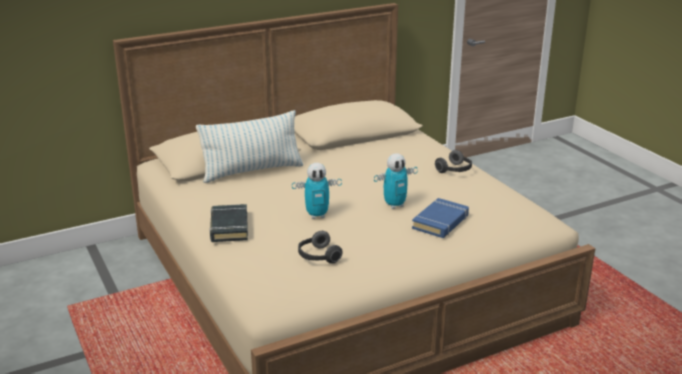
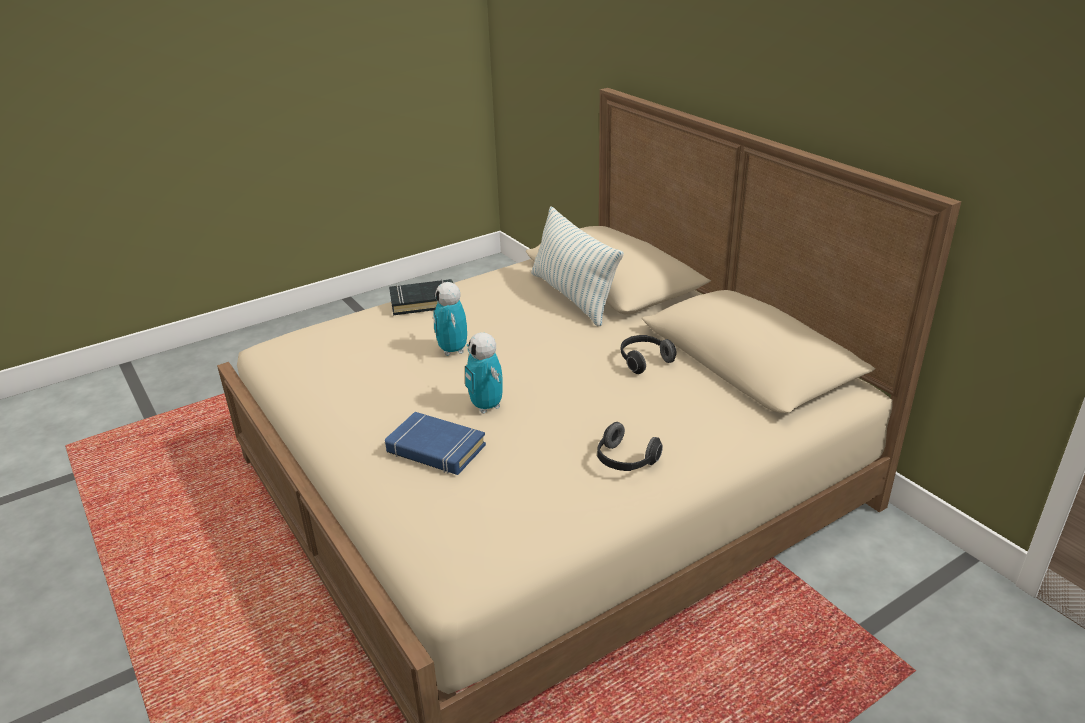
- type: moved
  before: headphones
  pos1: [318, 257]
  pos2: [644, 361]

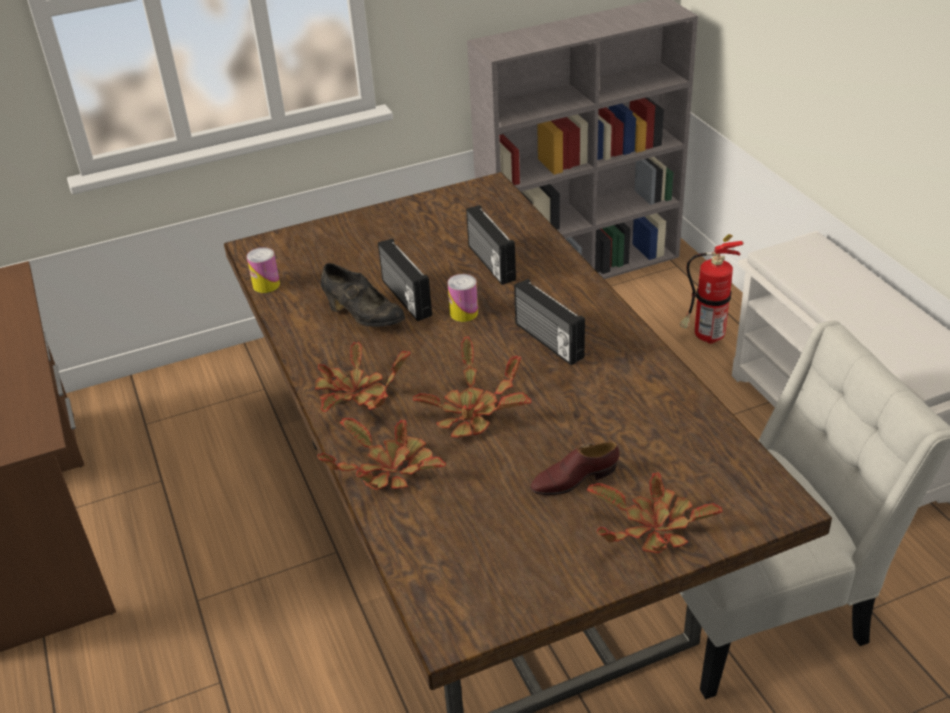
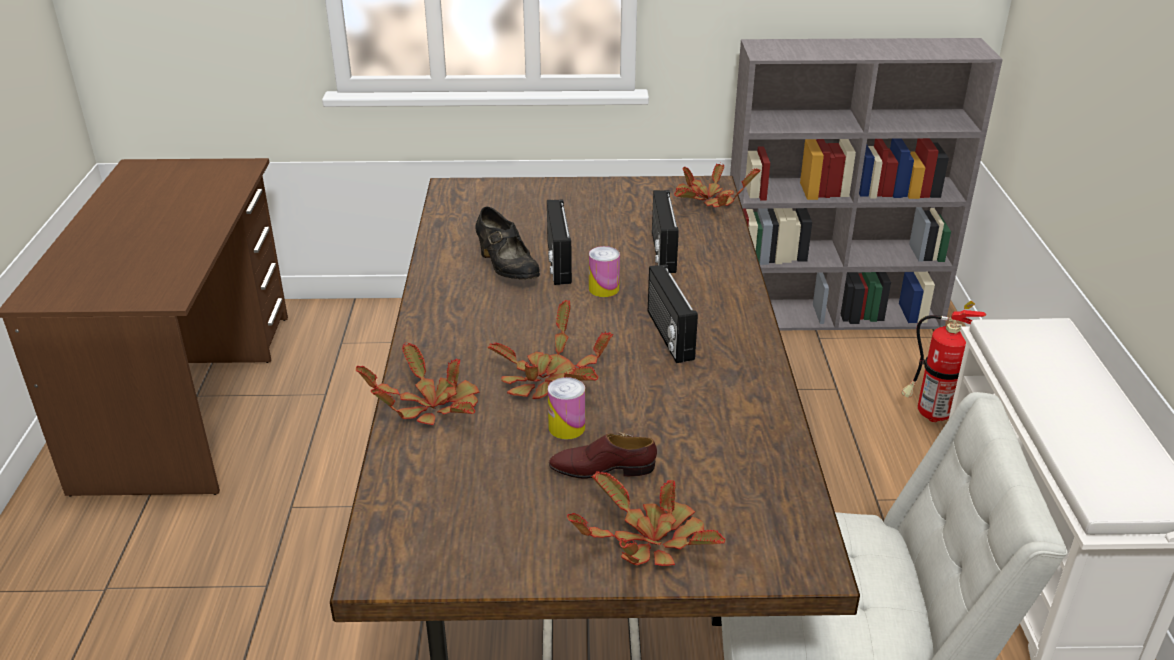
- type: moved
  before: sealed can
  pos1: [266, 285]
  pos2: [566, 427]
- type: moved
  before: plant in a pot
  pos1: [355, 395]
  pos2: [707, 201]

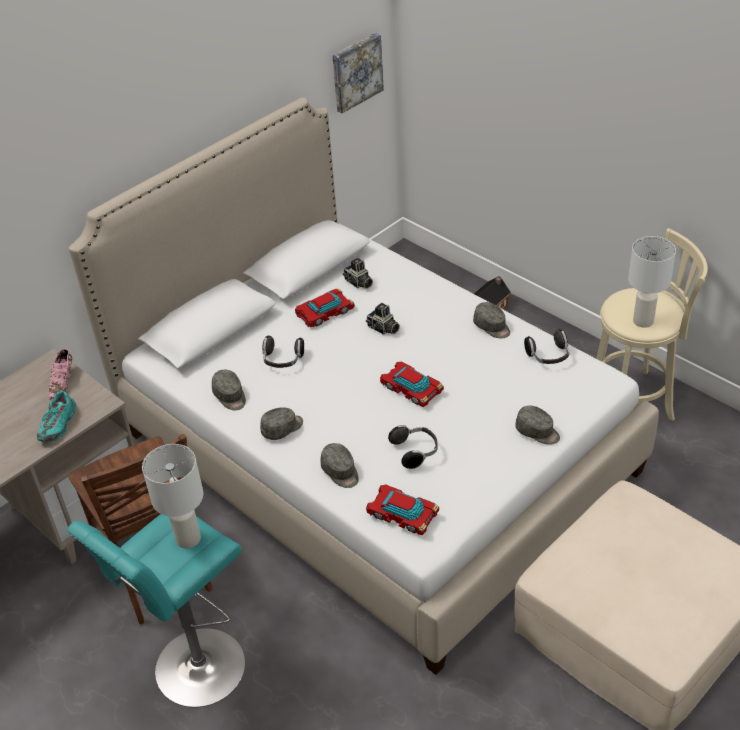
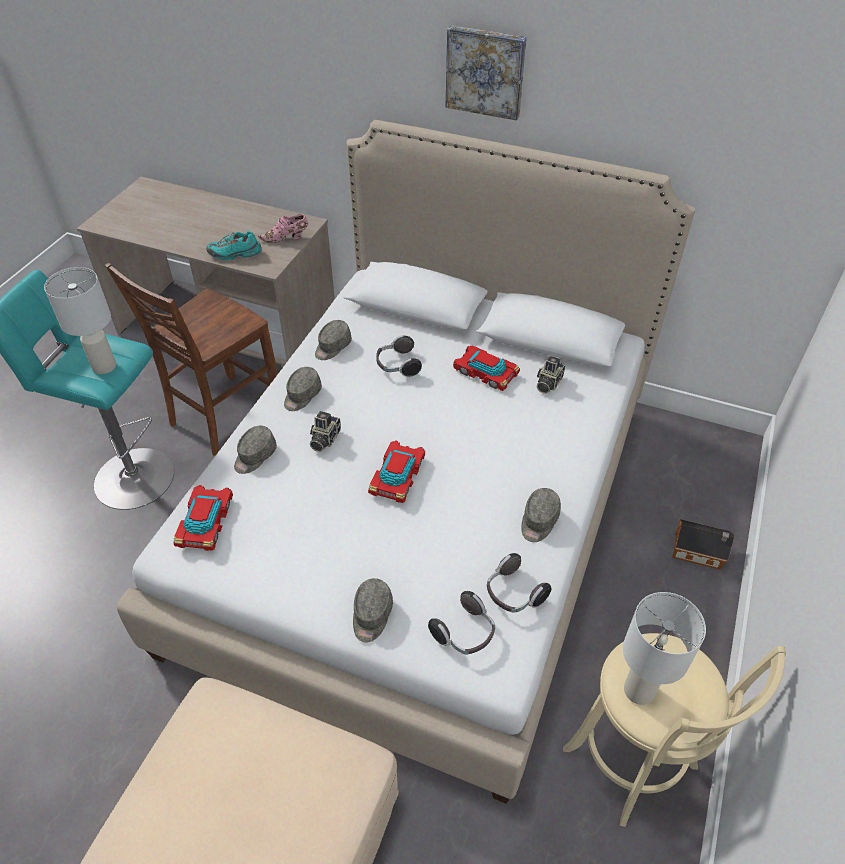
- type: turned
  before: gray peaked cap
  pos1: [282, 428]
  pos2: [302, 396]
  turn: 90
- type: moved
  before: wall art
  pos1: [356, 72]
  pos2: [485, 71]
- type: moved
  before: still camera
  pos1: [383, 329]
  pos2: [324, 439]
- type: moved
  before: headphones
  pos1: [415, 452]
  pos2: [465, 633]

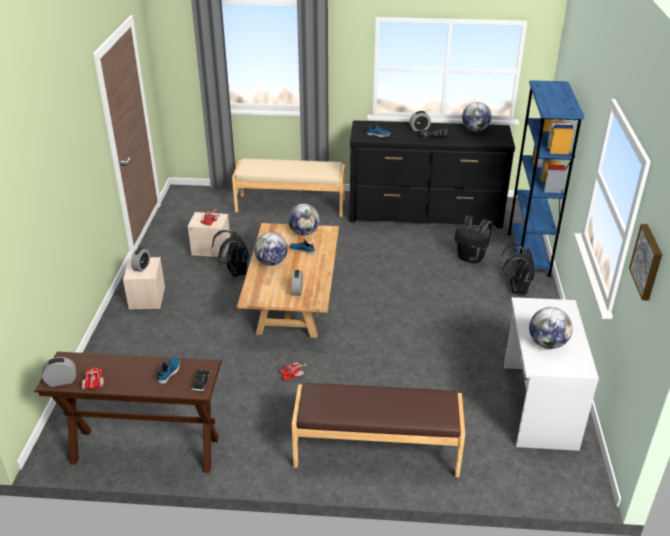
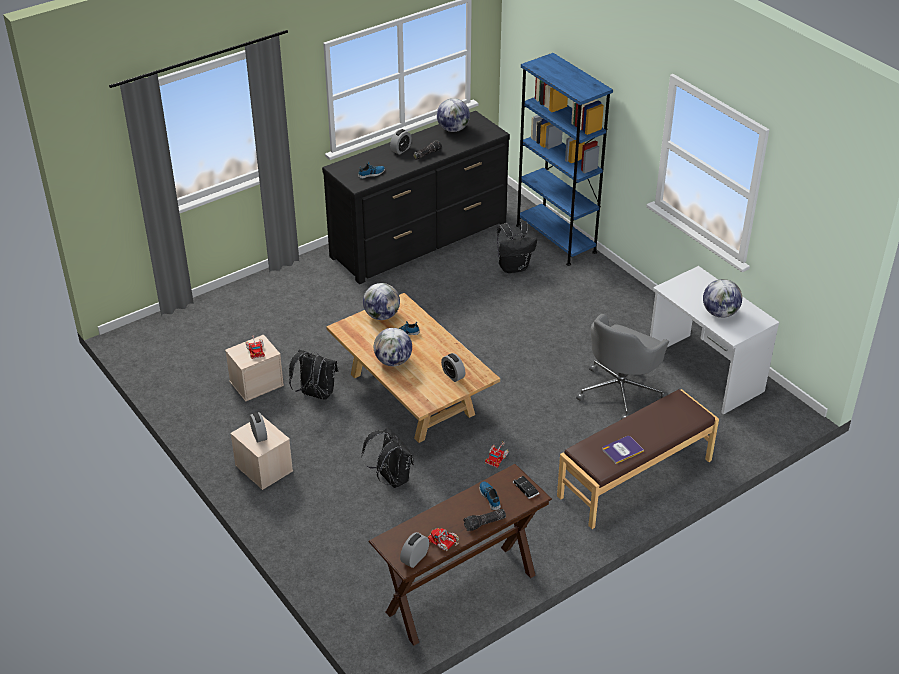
- type: removed
  before: beige indoor bench
  pos1: [290, 205]
- type: moved
  before: black-coloured backpack
  pos1: [516, 288]
  pos2: [391, 478]
- type: removed
  before: wall art
  pos1: [648, 262]
- type: added
  after: hand torch
  pos2: [484, 524]
- type: added
  after: gray computer chair
  pos2: [620, 391]
- type: added
  after: bound book
  pos2: [622, 450]

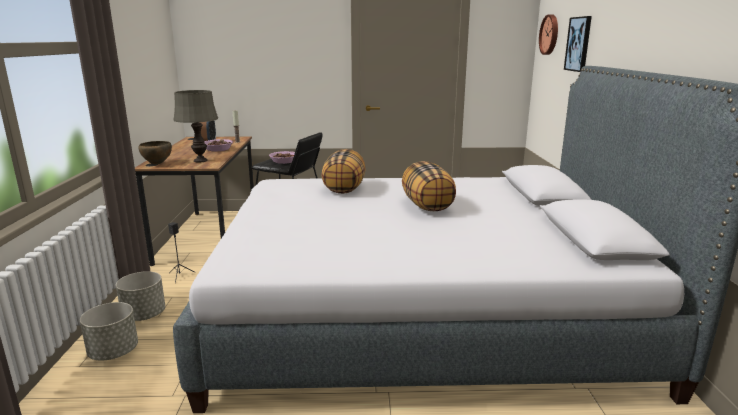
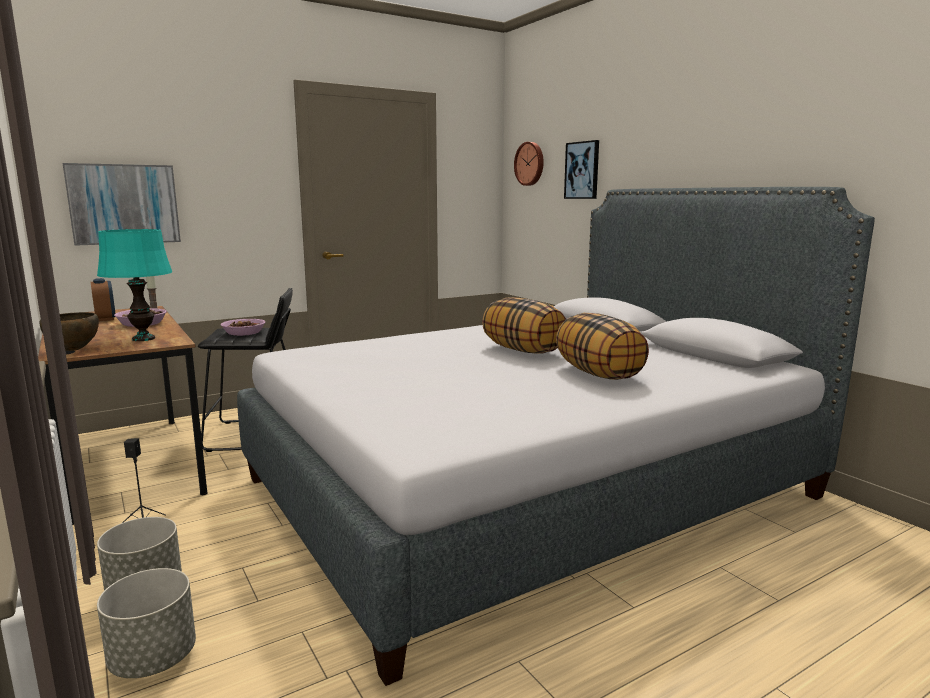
- type: recoloured
  before: gray lamp for a table
  after: turquoise lamp for a table
  pos1: [200, 160]
  pos2: [143, 338]
- type: moved
  before: pillow
  pos1: [344, 189]
  pos2: [599, 374]
- type: added
  after: wall art
  pos2: [124, 204]

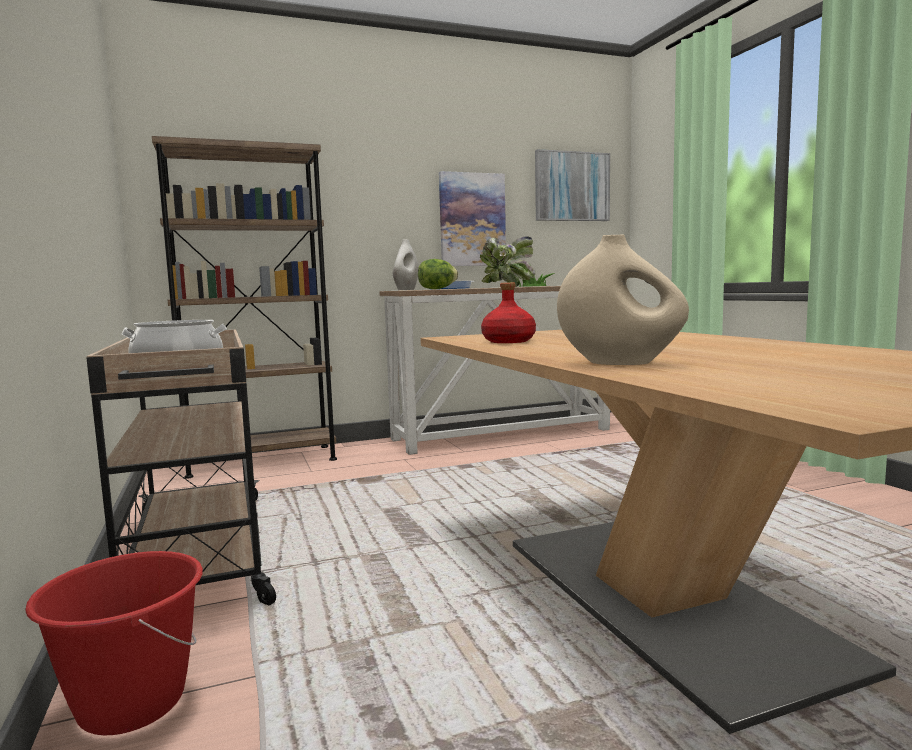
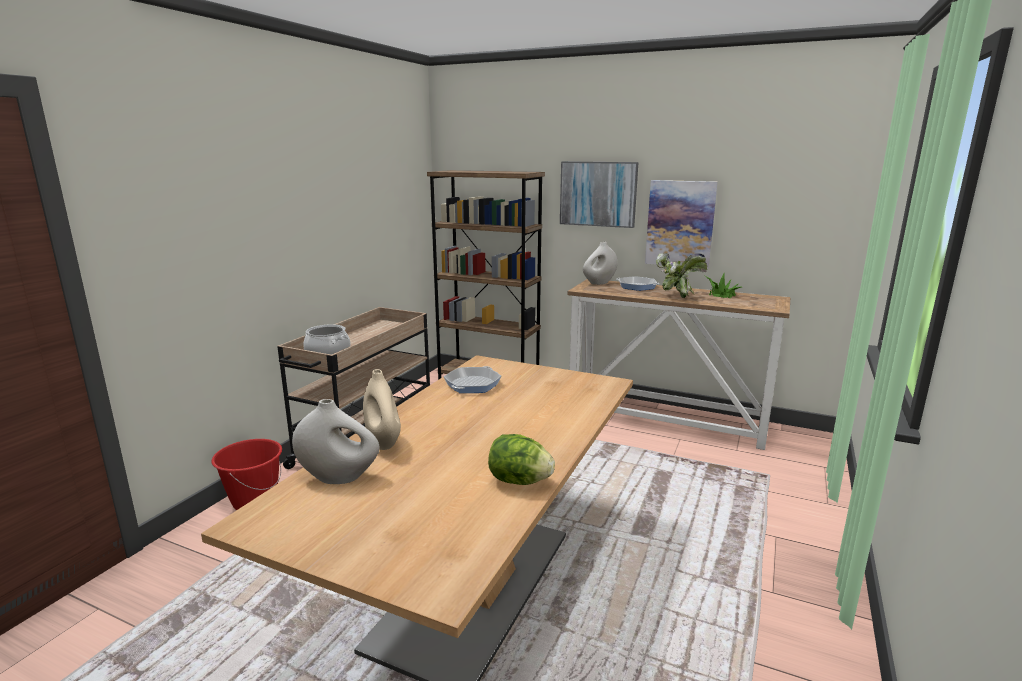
- type: moved
  before: lettuce
  pos1: [437, 289]
  pos2: [519, 481]
- type: replaced
  before: reddish bottle
  after: skillet
  pos1: [509, 341]
  pos2: [472, 384]
- type: moved
  before: wall art
  pos1: [571, 186]
  pos2: [598, 194]
- type: added
  after: whitish decorative vase
  pos2: [339, 477]

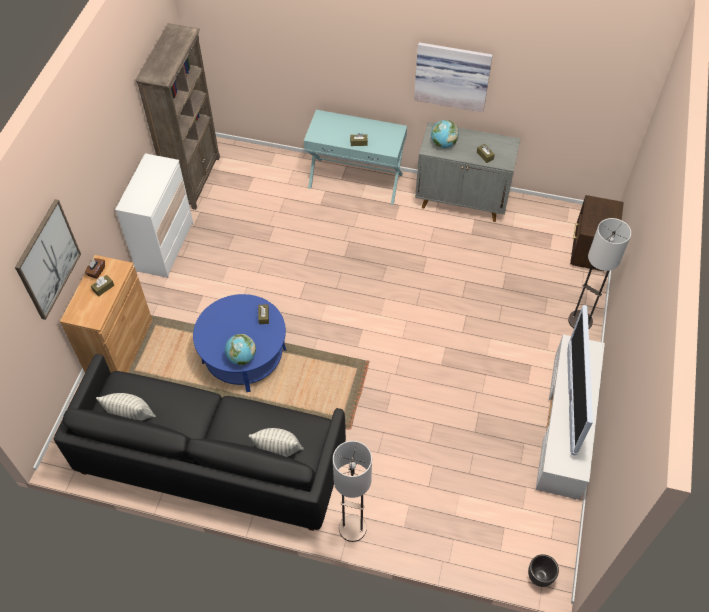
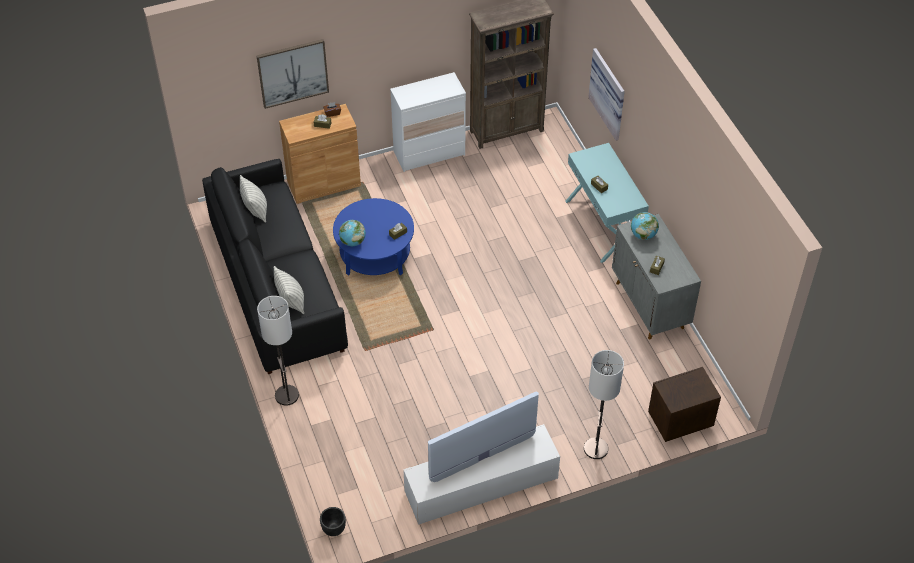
- type: moved
  before: wall art
  pos1: [452, 75]
  pos2: [609, 93]

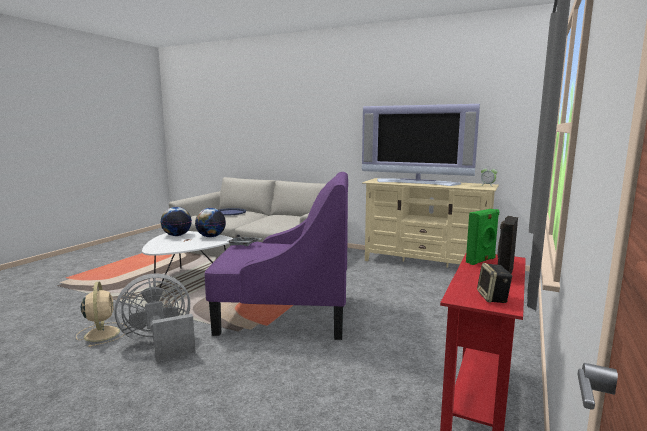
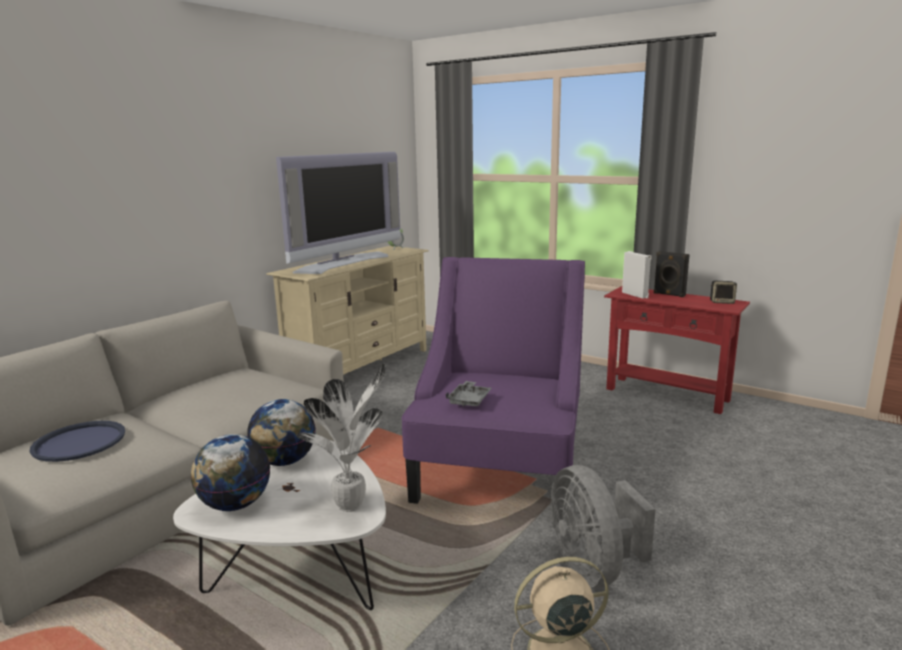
- type: recoloured
  before: green-coloured speaker
  after: whitish speaker
  pos1: [481, 261]
  pos2: [635, 295]
- type: added
  after: plant in a pot
  pos2: [352, 505]

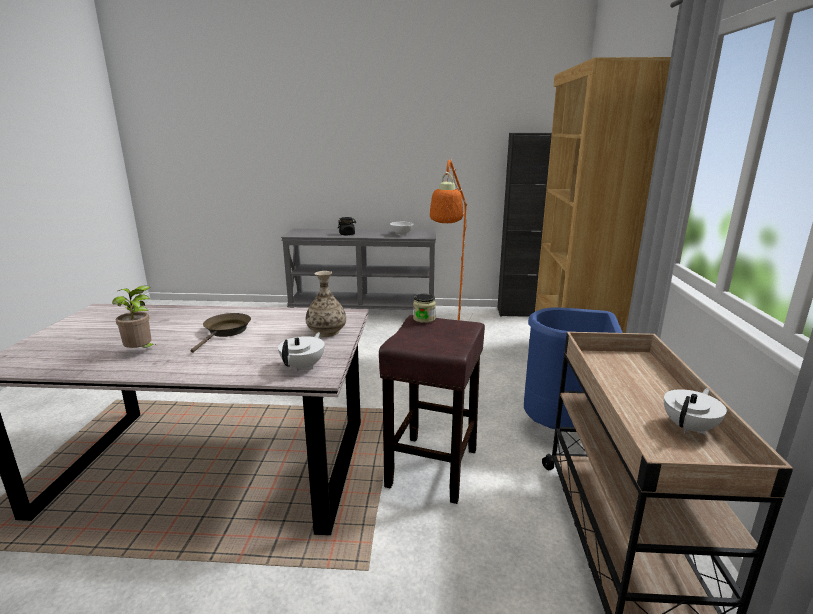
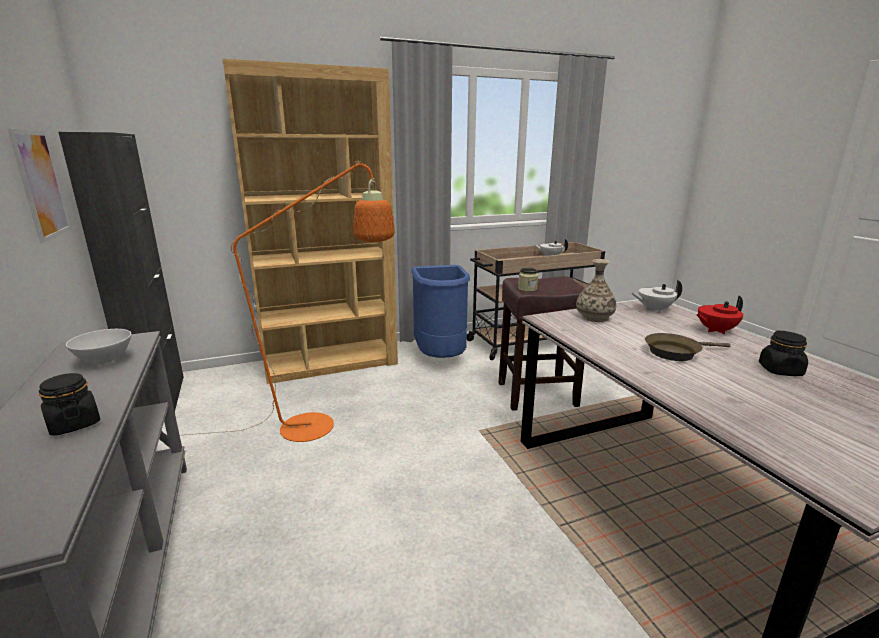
- type: replaced
  before: plant in a pot
  after: black-coloured storage jar
  pos1: [141, 352]
  pos2: [780, 370]
- type: added
  after: wall art
  pos2: [41, 184]
- type: added
  after: reddish tea pot
  pos2: [715, 330]

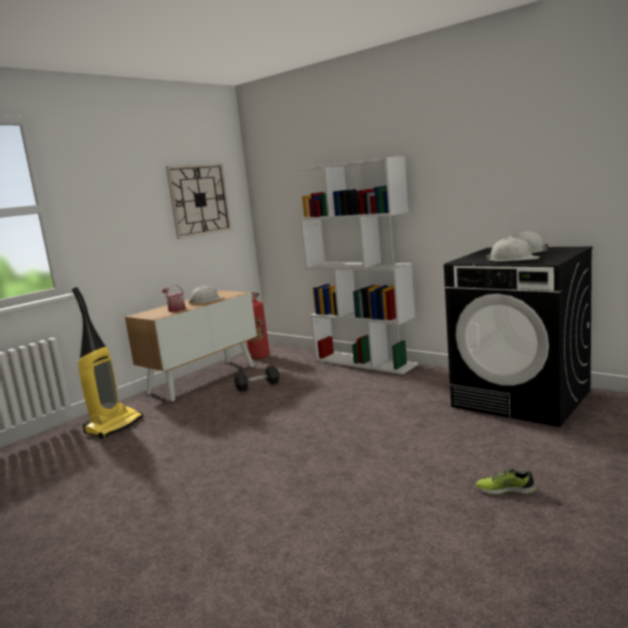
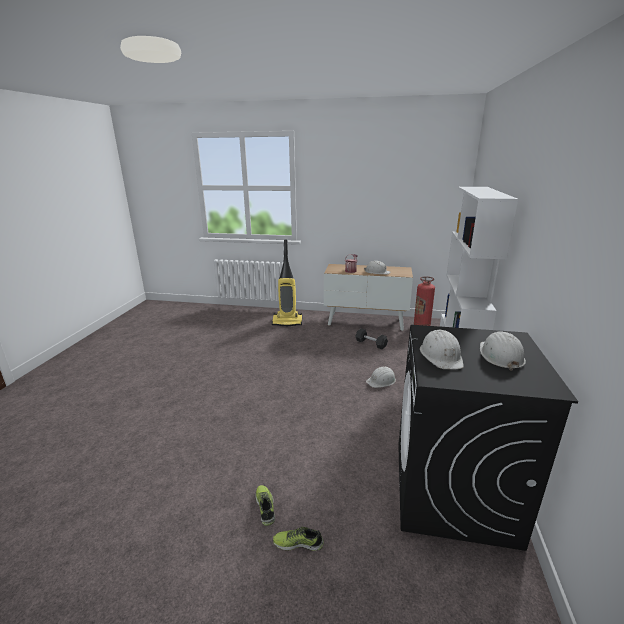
- type: removed
  before: wall clock
  pos1: [199, 200]
- type: added
  after: shoe
  pos2: [298, 542]
- type: added
  after: whitish work helmet
  pos2: [381, 381]

